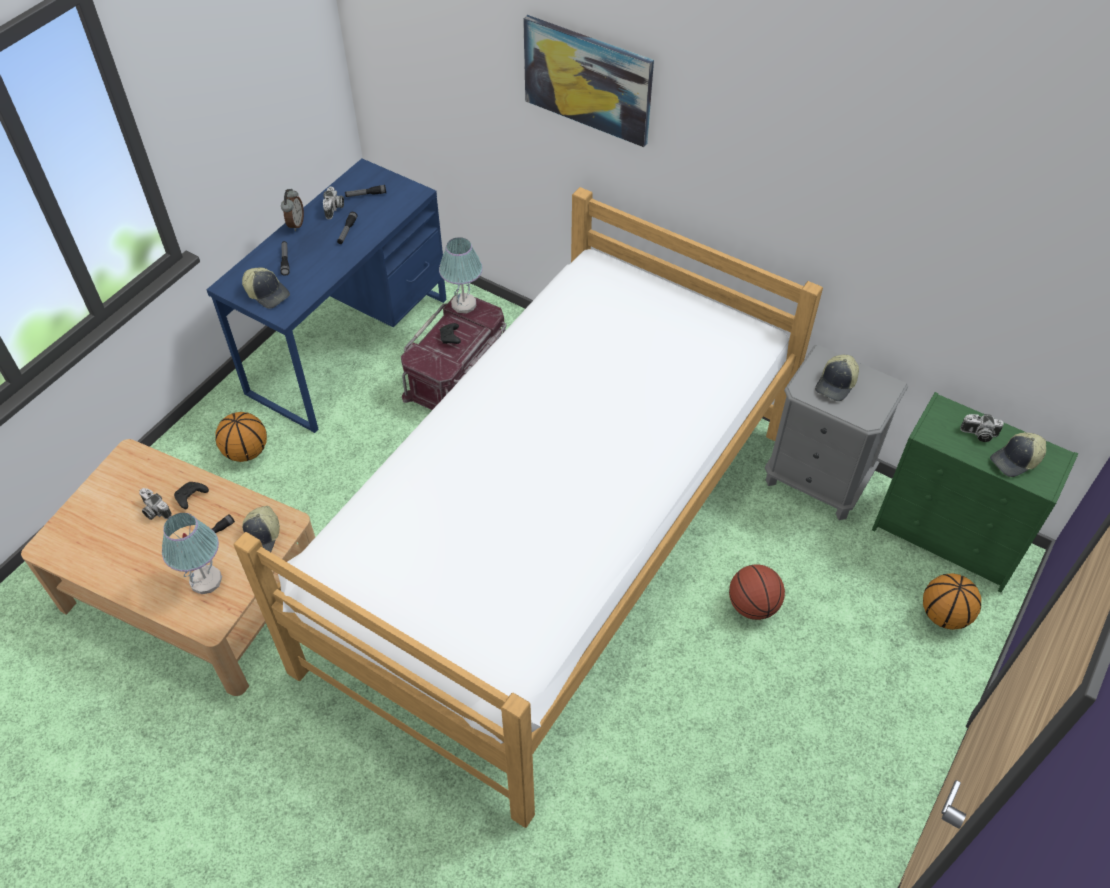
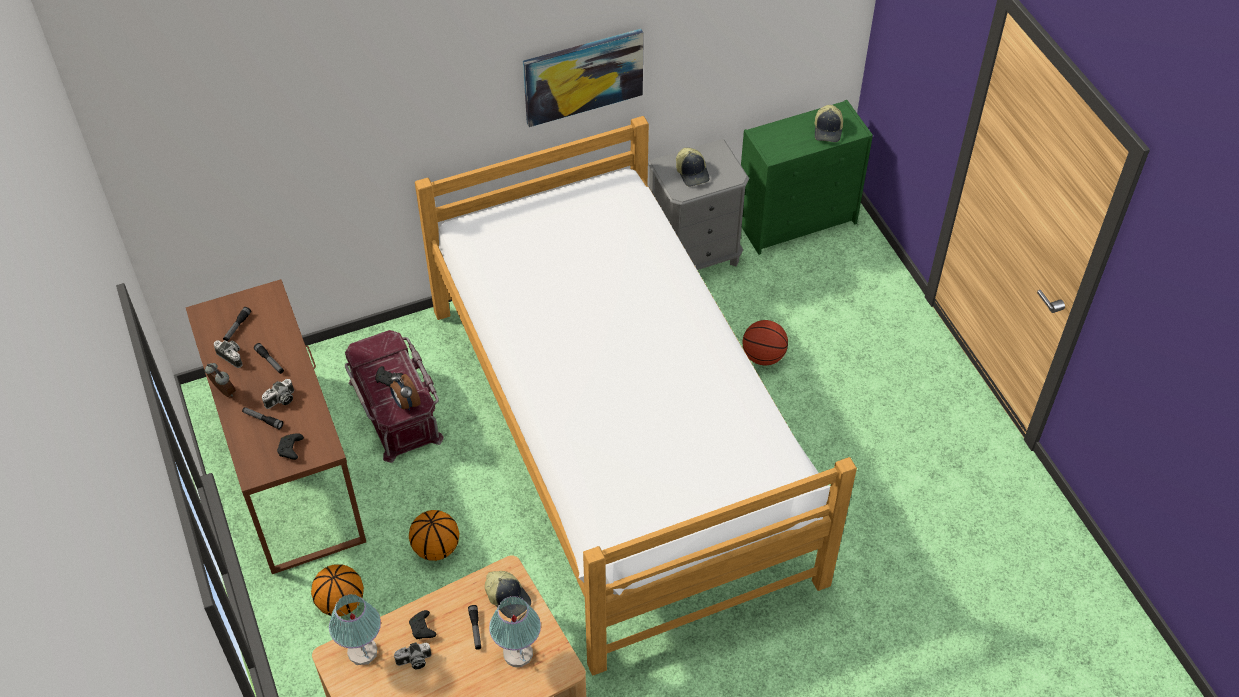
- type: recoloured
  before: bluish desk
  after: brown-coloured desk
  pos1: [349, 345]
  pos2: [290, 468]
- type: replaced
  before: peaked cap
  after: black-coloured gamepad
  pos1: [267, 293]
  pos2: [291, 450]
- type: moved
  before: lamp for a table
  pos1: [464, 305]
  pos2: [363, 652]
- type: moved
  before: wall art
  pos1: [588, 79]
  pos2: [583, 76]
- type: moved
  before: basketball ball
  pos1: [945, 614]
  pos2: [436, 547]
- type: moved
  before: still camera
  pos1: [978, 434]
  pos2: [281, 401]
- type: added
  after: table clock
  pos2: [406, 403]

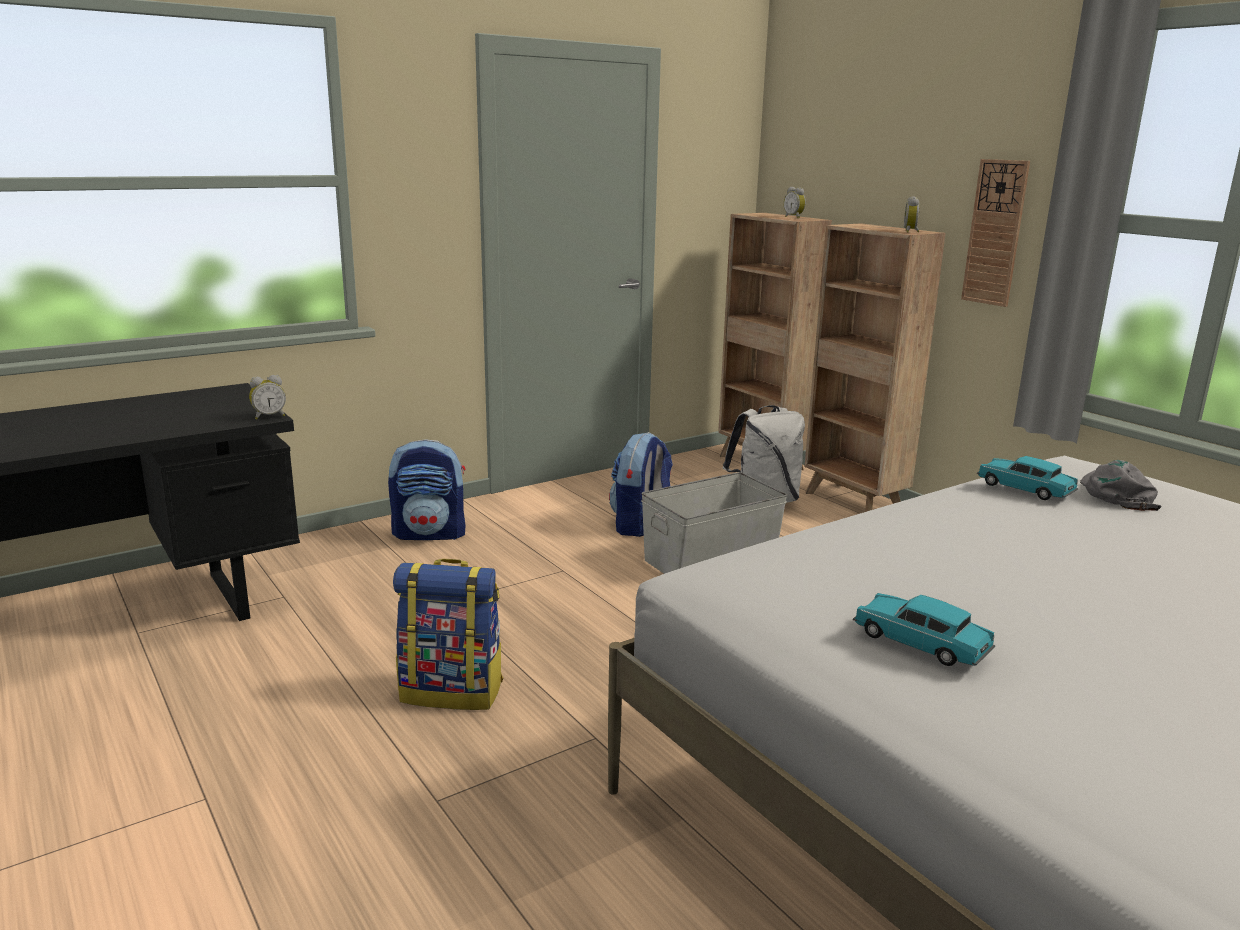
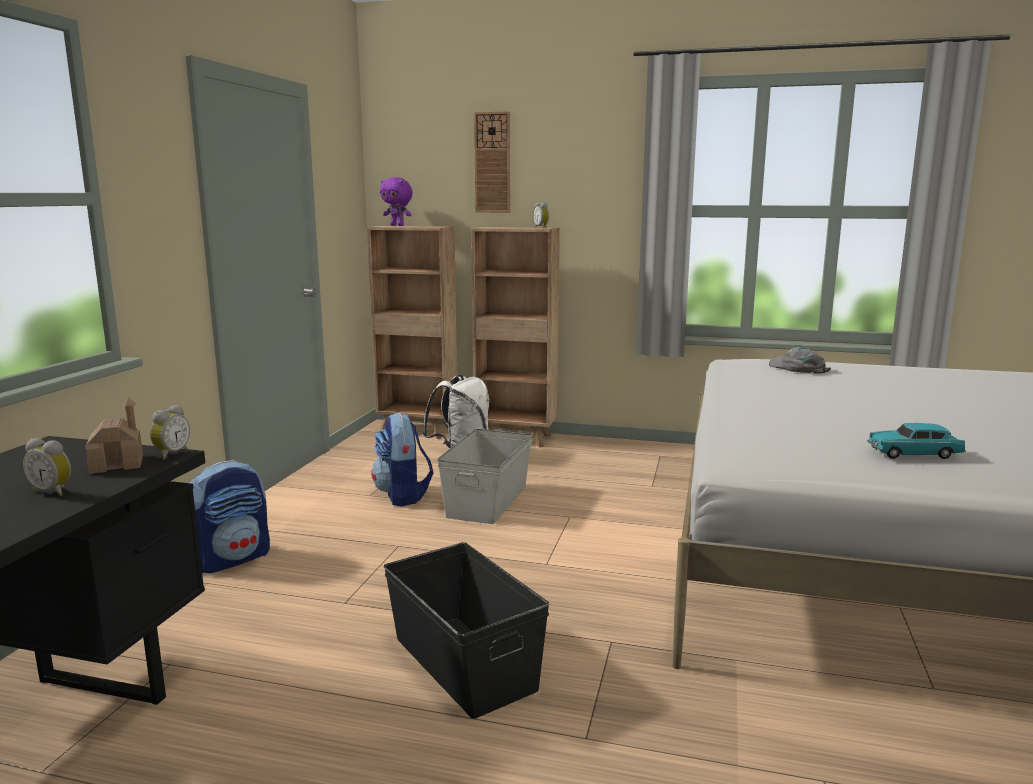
- type: replaced
  before: backpack
  after: black-coloured storage container
  pos1: [453, 691]
  pos2: [464, 662]
- type: moved
  before: table clock
  pos1: [794, 217]
  pos2: [53, 491]
- type: moved
  before: wall clock
  pos1: [995, 233]
  pos2: [492, 163]
- type: removed
  before: turquoise miniature car
  pos1: [1024, 489]
- type: added
  after: model house
  pos2: [117, 464]
- type: added
  after: purplish plush toy
  pos2: [397, 225]

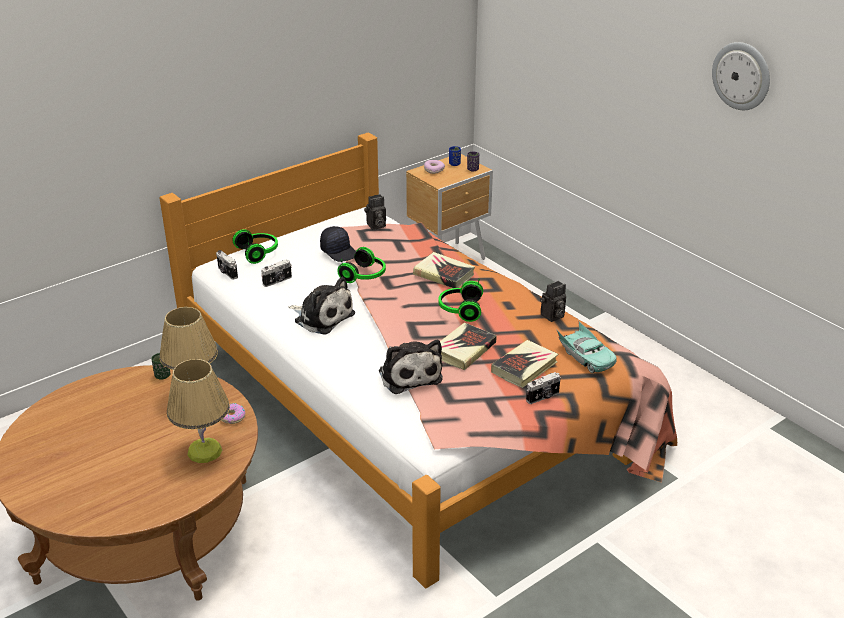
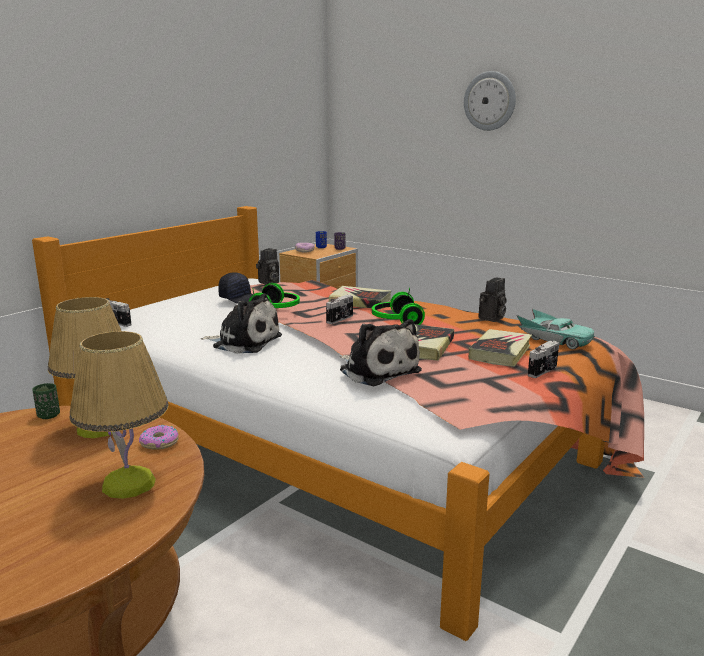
- type: removed
  before: headphones
  pos1: [258, 252]
- type: moved
  before: still camera
  pos1: [278, 281]
  pos2: [341, 319]
- type: moved
  before: wall clock
  pos1: [741, 76]
  pos2: [490, 101]

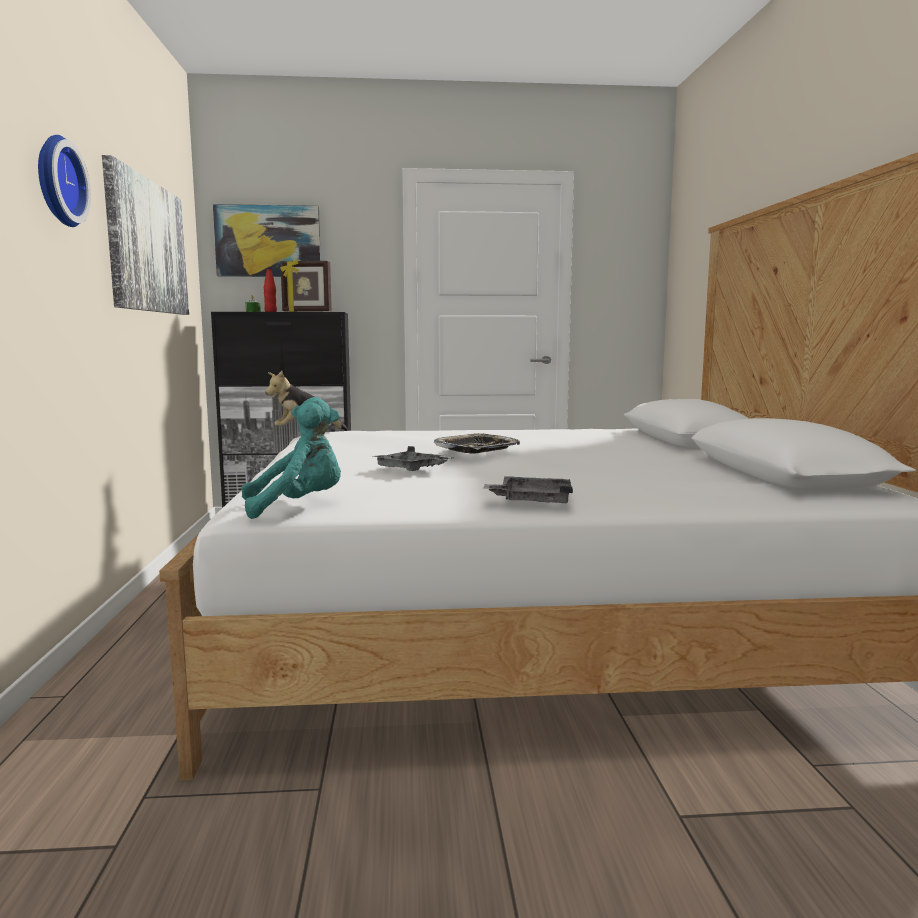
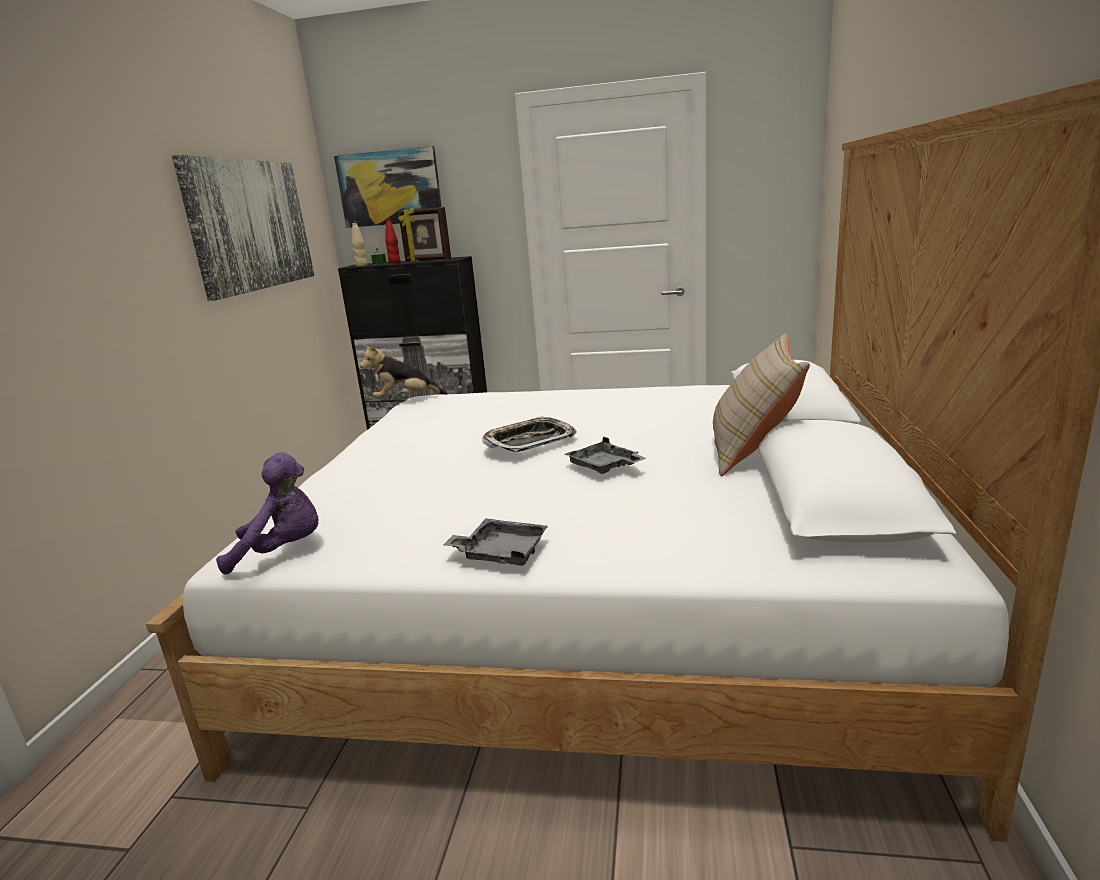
- type: removed
  before: wall clock
  pos1: [56, 181]
- type: recoloured
  before: turquoise plush toy
  after: purplish plush toy
  pos1: [298, 506]
  pos2: [283, 551]
- type: moved
  before: gray serving tray
  pos1: [412, 469]
  pos2: [604, 467]
- type: added
  after: beige bottle
  pos2: [361, 265]
- type: added
  after: beige pillow
  pos2: [752, 451]

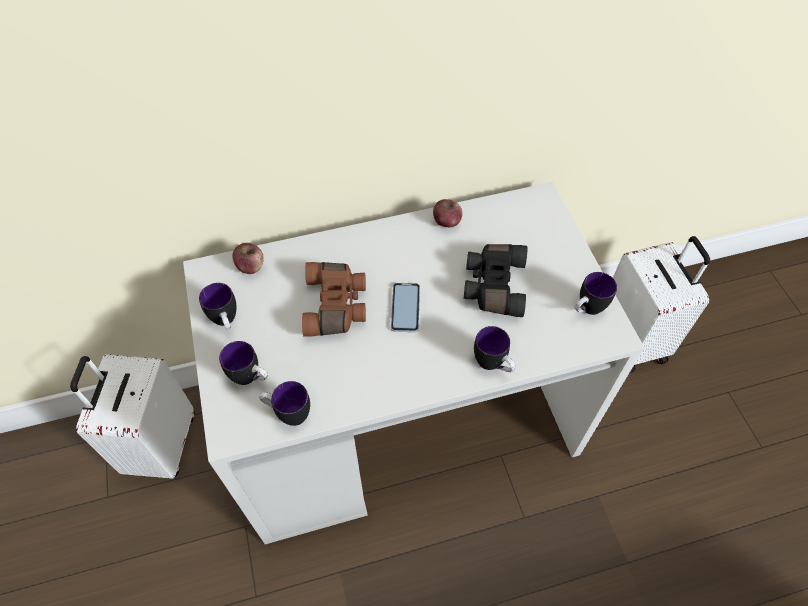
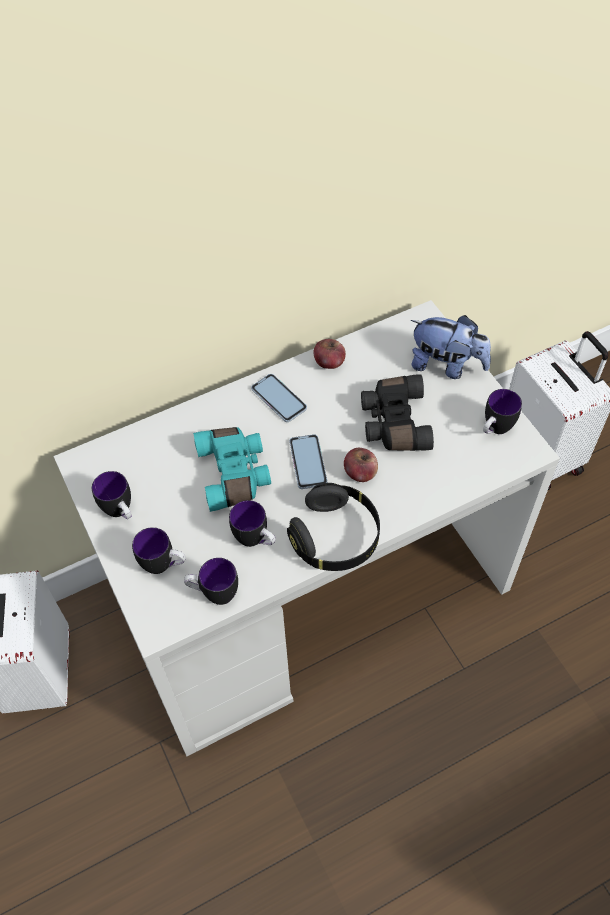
- type: moved
  before: apple
  pos1: [251, 266]
  pos2: [360, 473]
- type: recoloured
  before: brown-coloured pair of binoculars
  after: turquoise pair of binoculars
  pos1: [337, 306]
  pos2: [235, 473]
- type: moved
  before: tea mug
  pos1: [493, 365]
  pos2: [255, 541]
- type: added
  after: handset
  pos2: [279, 398]
- type: added
  after: black-coloured headphones
  pos2: [335, 538]
- type: added
  after: plush toy
  pos2: [446, 365]

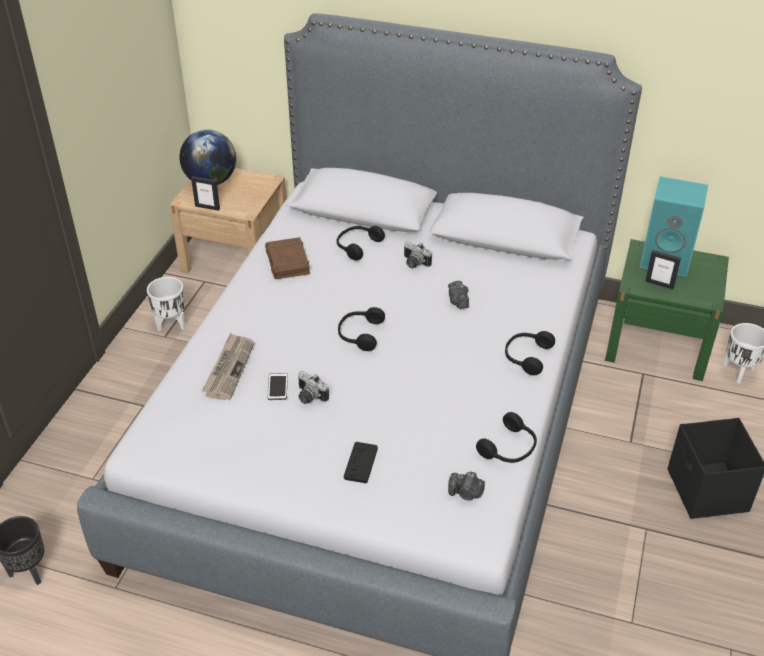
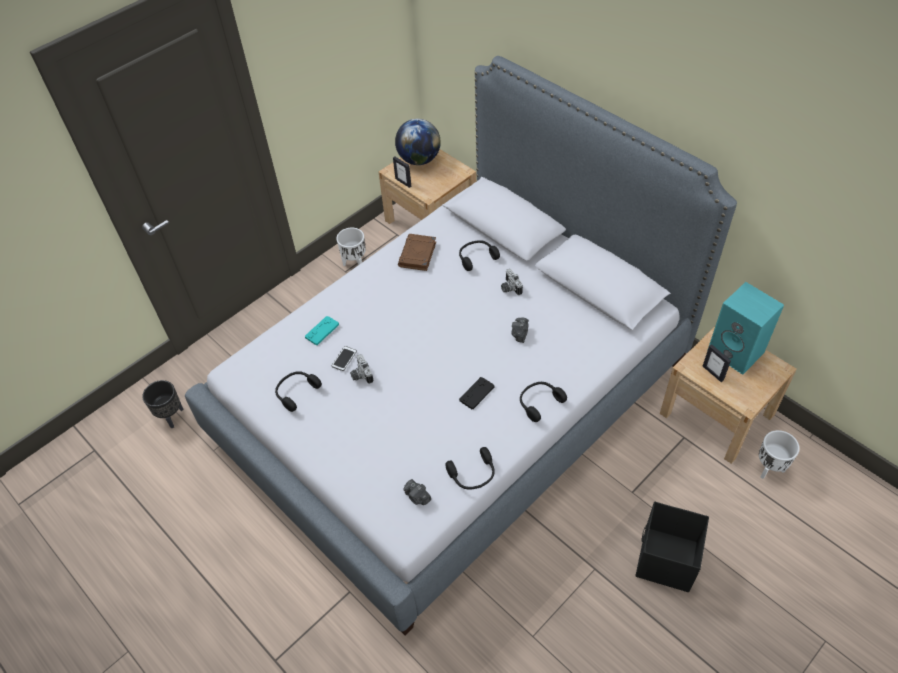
- type: replaced
  before: daily paper
  after: turquoise gamepad
  pos1: [228, 368]
  pos2: [322, 331]
- type: moved
  before: black-coloured headphones
  pos1: [359, 334]
  pos2: [296, 392]
- type: moved
  before: black-coloured gamepad
  pos1: [361, 463]
  pos2: [476, 393]
- type: recoloured
  before: green-coloured night table
  after: beige night table
  pos1: [658, 342]
  pos2: [716, 414]

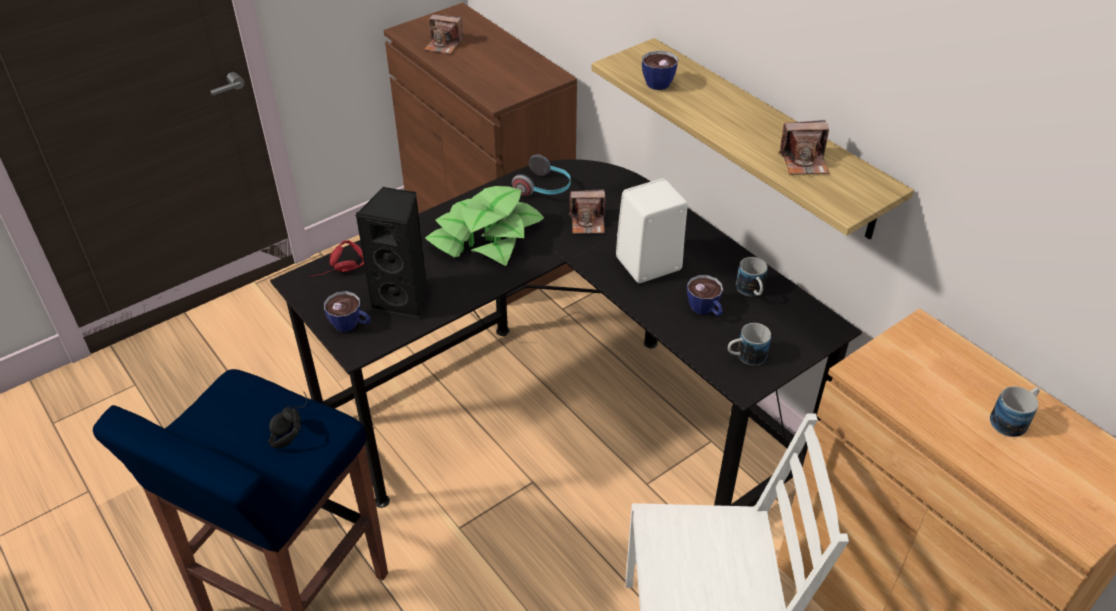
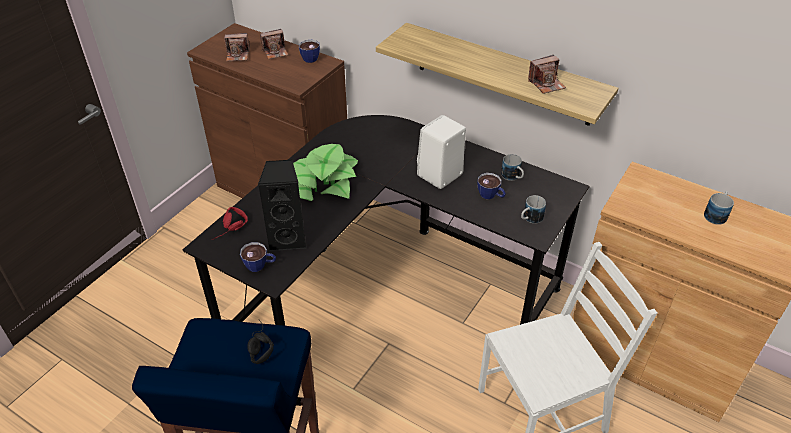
- type: removed
  before: headphones
  pos1: [544, 188]
- type: moved
  before: still camera
  pos1: [588, 222]
  pos2: [275, 52]
- type: moved
  before: drinking cup
  pos1: [655, 81]
  pos2: [308, 58]

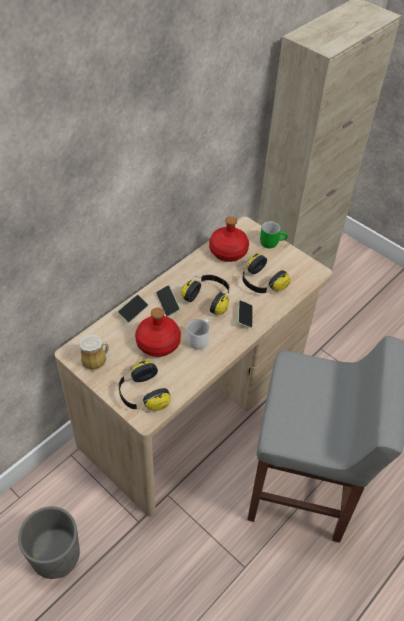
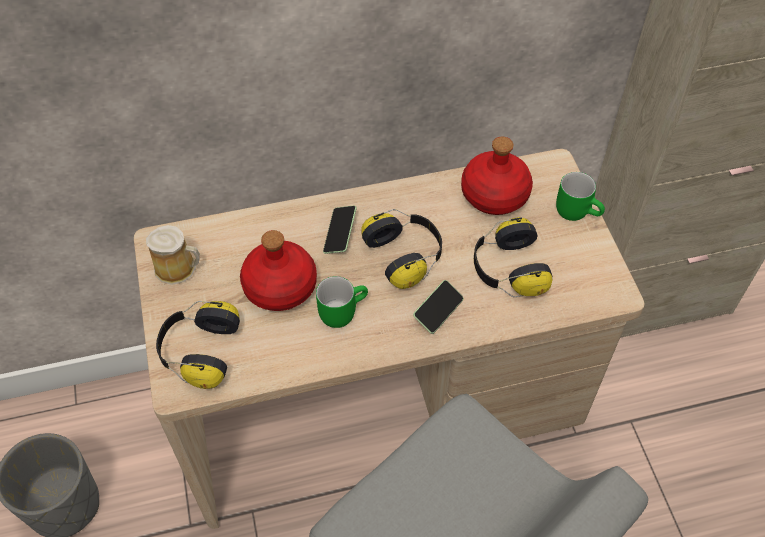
- type: removed
  before: handset
  pos1: [133, 311]
- type: recoloured
  before: whitish tea mug
  after: green-coloured tea mug
  pos1: [198, 339]
  pos2: [341, 310]

